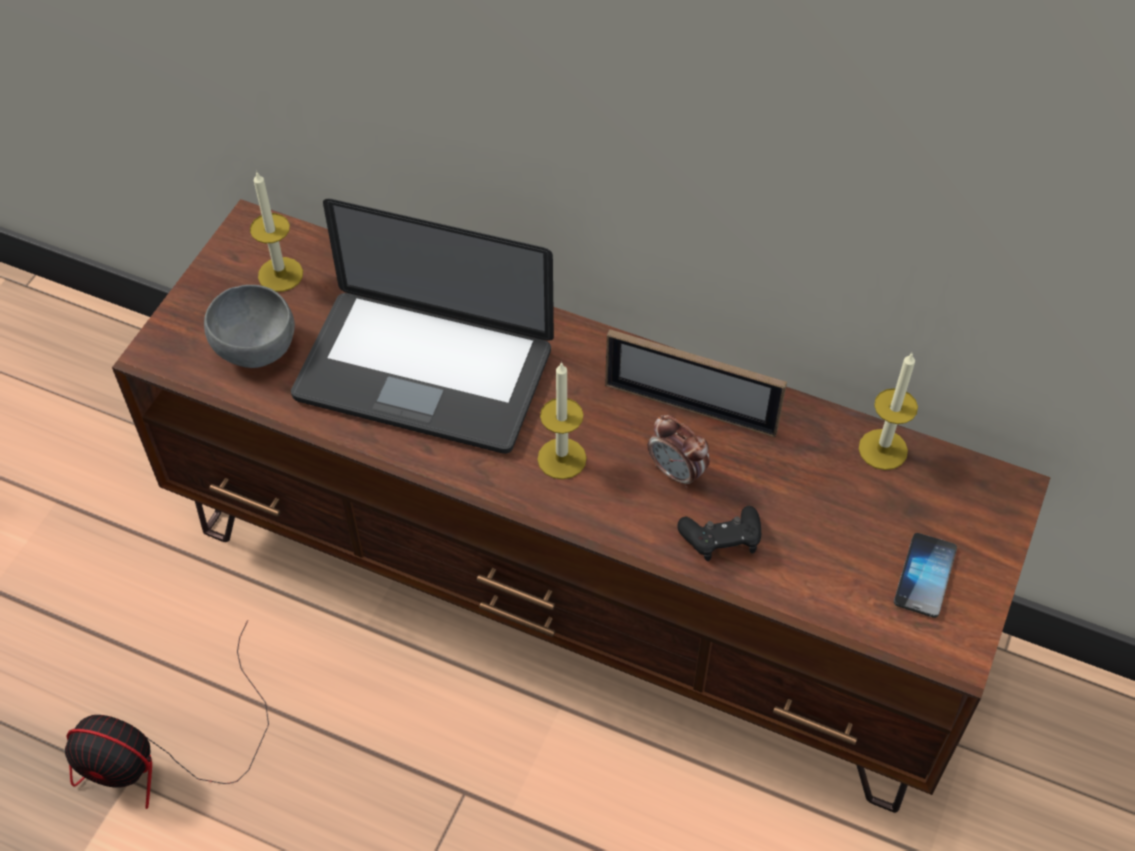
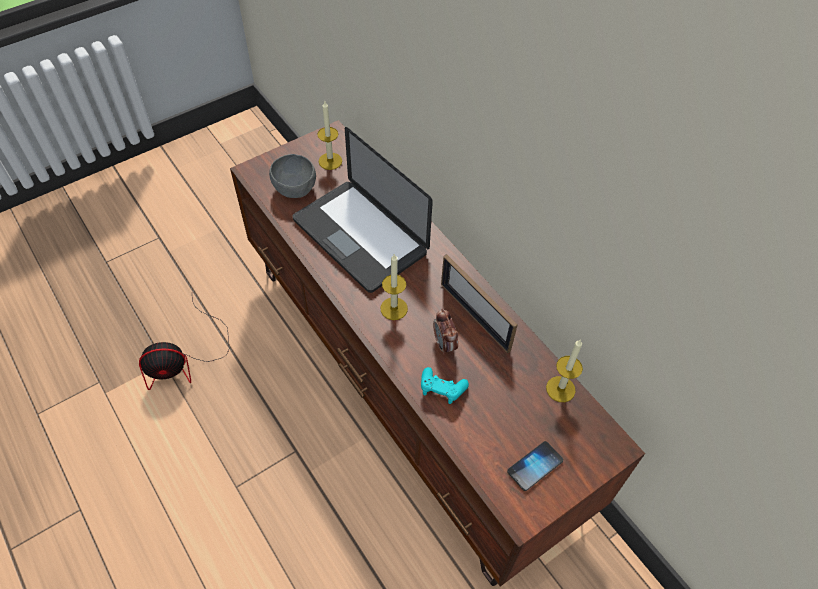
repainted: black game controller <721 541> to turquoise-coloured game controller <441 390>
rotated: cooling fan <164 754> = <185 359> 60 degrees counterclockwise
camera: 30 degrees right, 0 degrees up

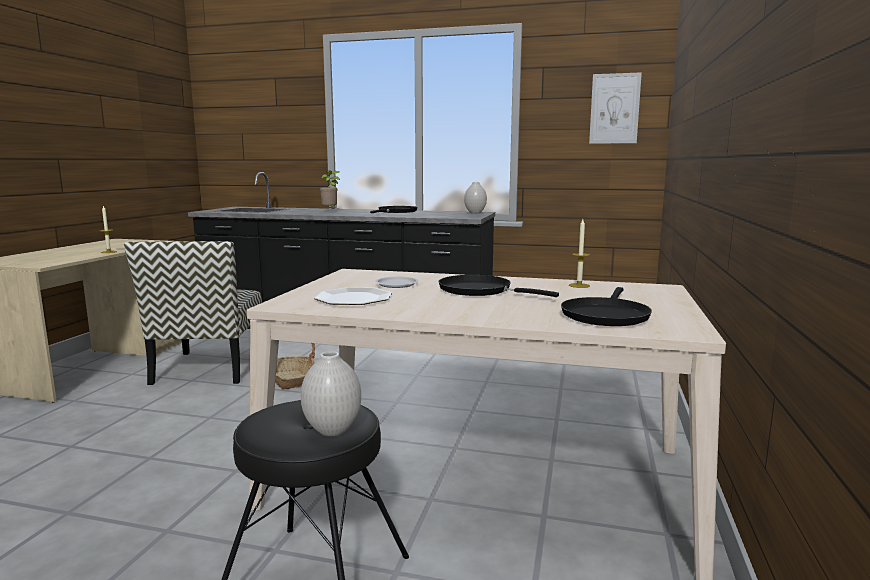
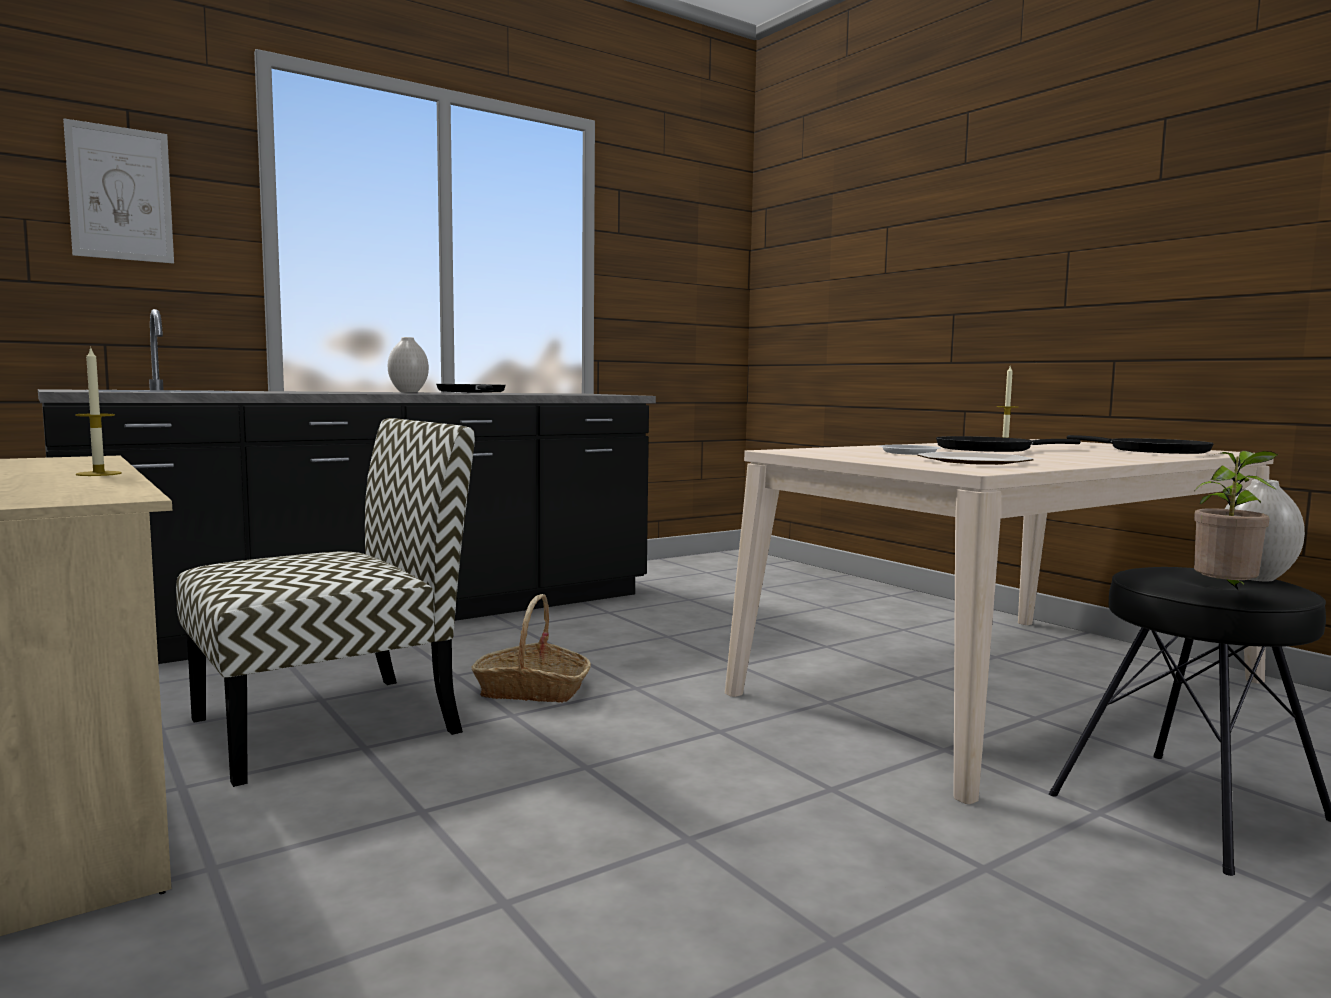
shifted: picture <614 108> to <120 193>; white decorative vase <475 213> to <408 392>; potted plant <330 211> to <1225 596>
rotated: chair <209 368> = <331 724> 75 degrees counterclockwise
camera: 50 degrees left, 5 degrees down

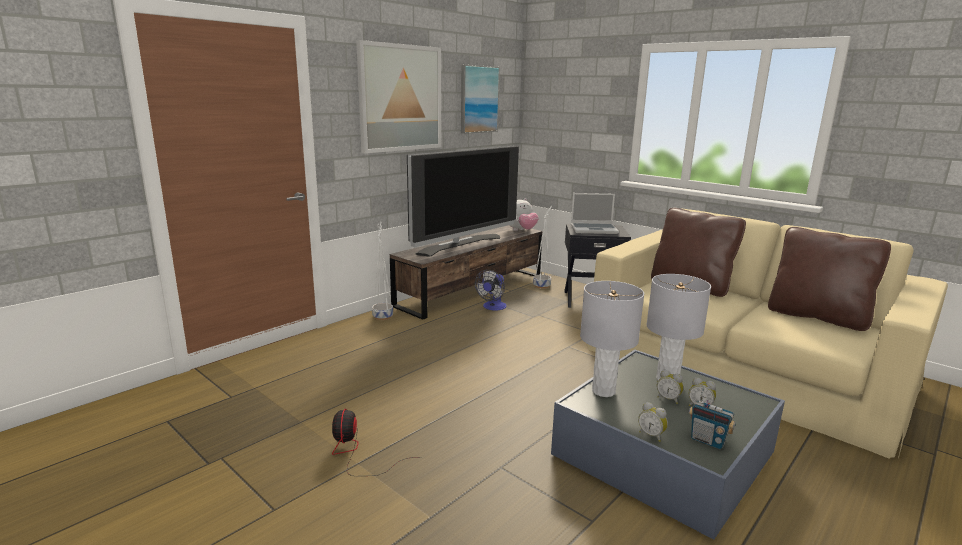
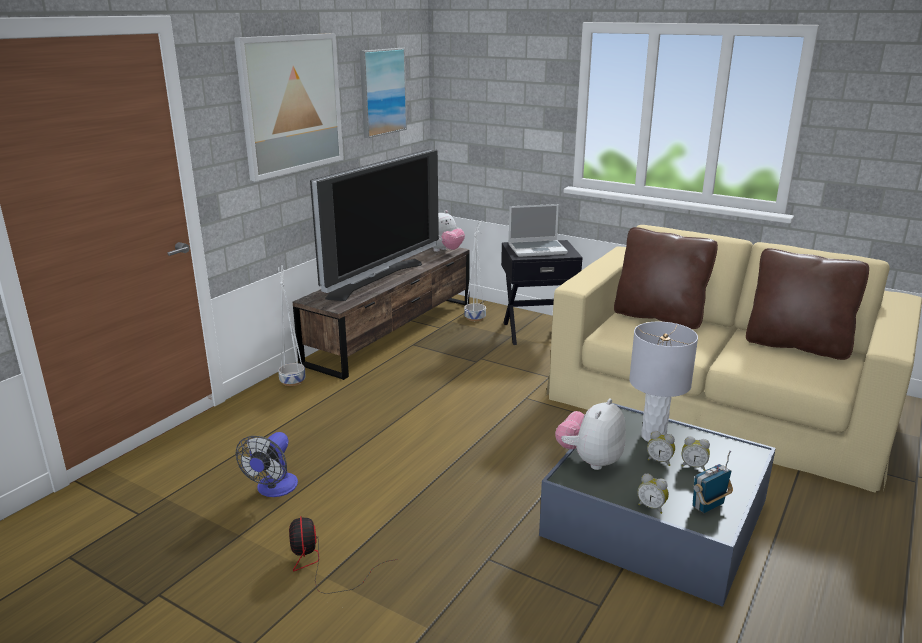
shifted: cooling fan <492 307> to <274 489>
swapped: grey table lamp <603 391> to plush toy <590 460>
rotated: radio <707 441> = <708 506> 120 degrees clockwise
camera: 10 degrees left, 5 degrees up

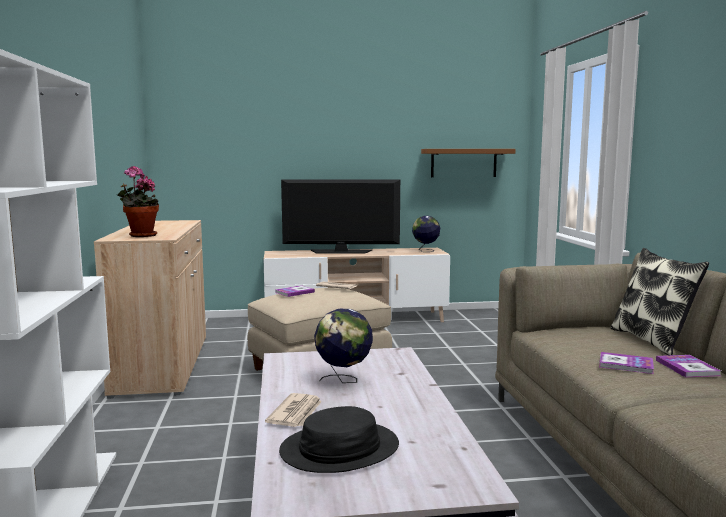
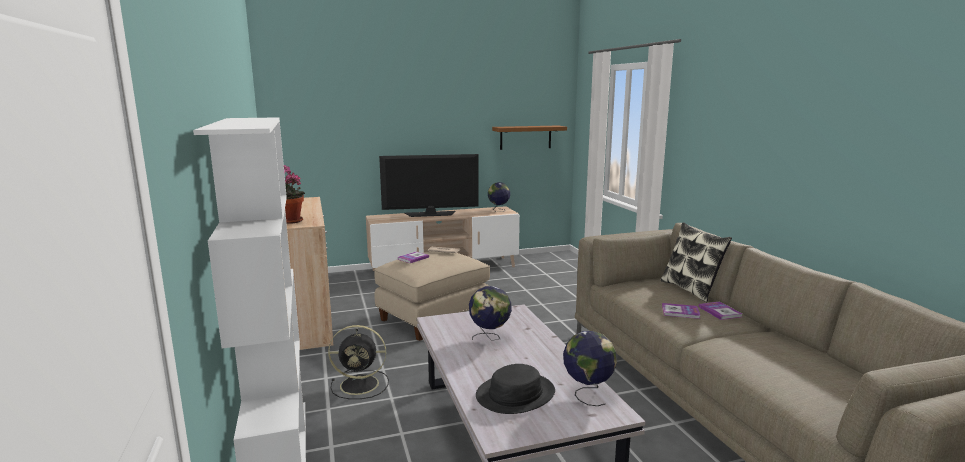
gone: printed paper <296 413>
new: black cooling fan <361 385>; world globe <587 394>
camera: 10 degrees left, 5 degrees up

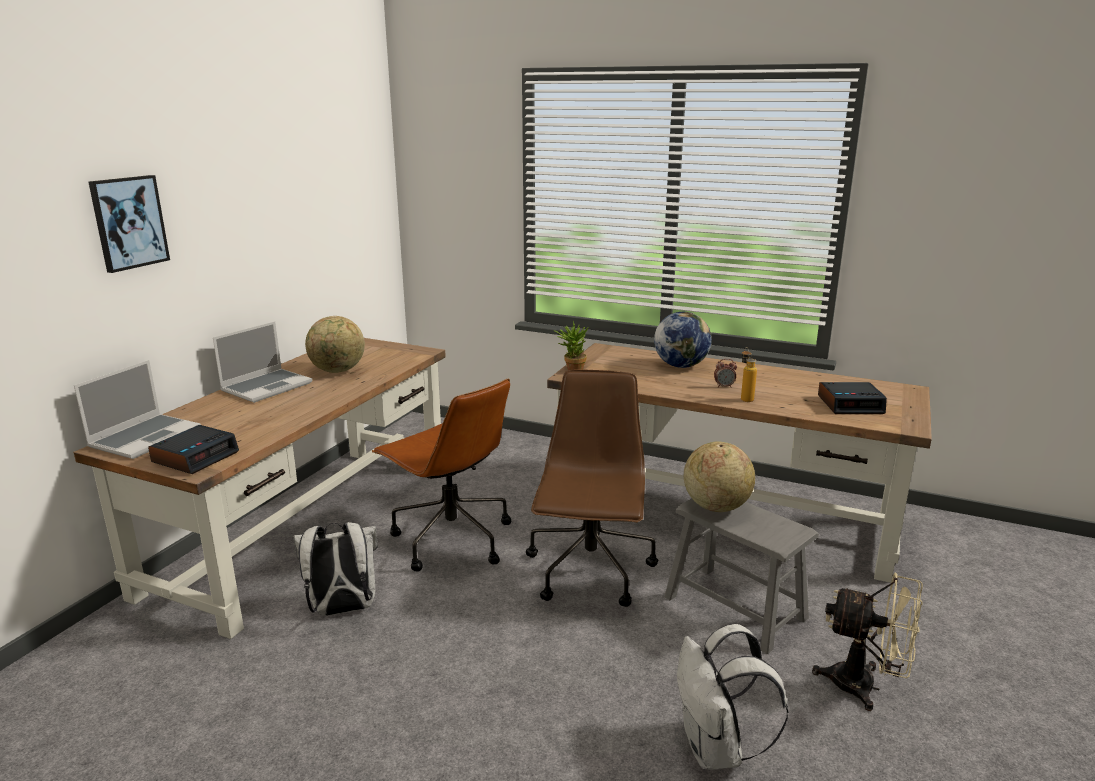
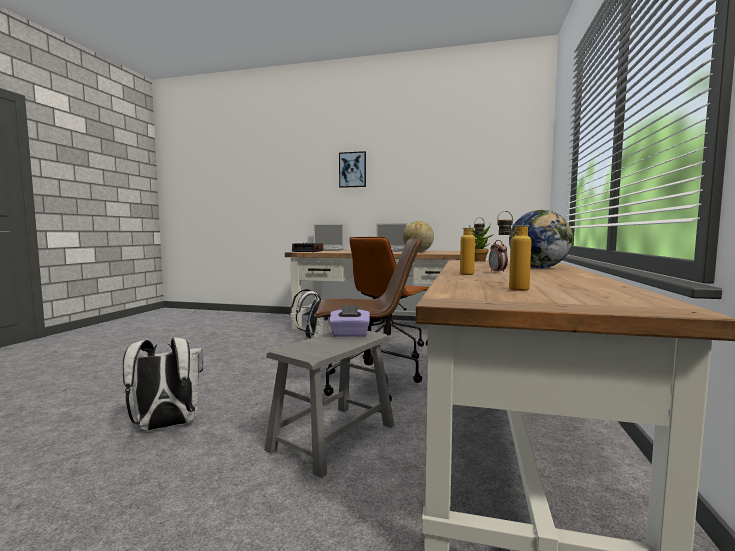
gone: beige cooling fan <865 686>
swapped: world globe <716 507> to purplish box of tissues <349 334>; bedside clock <850 405> to beverage bottle <511 289>
camera: 80 degrees right, 15 degrees down

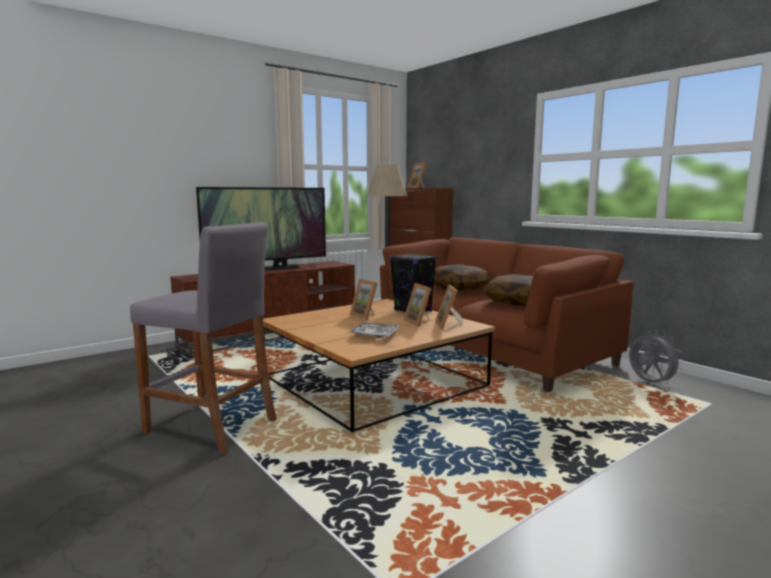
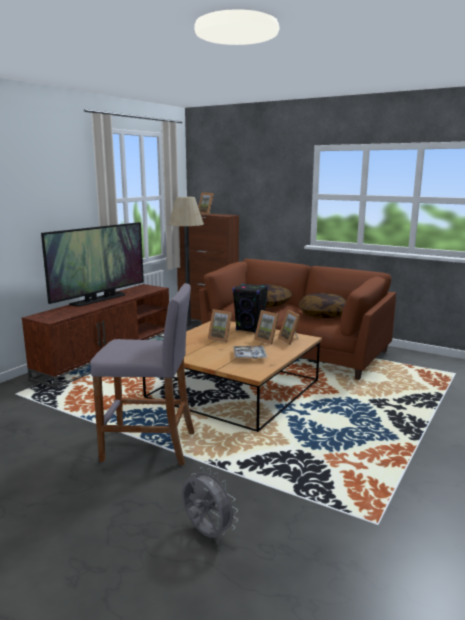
shifted: grey cooling fan <649 383> to <206 533>
camera: 20 degrees left, 5 degrees up

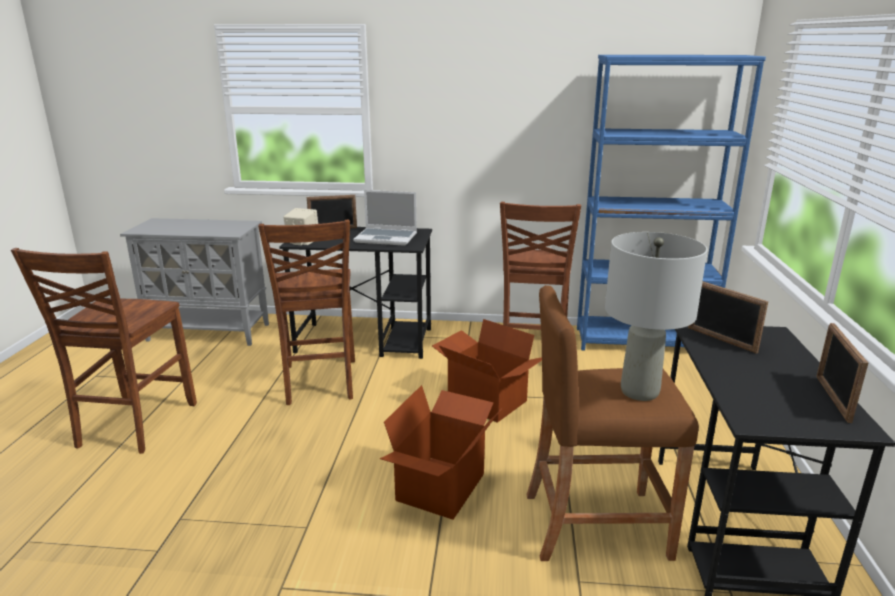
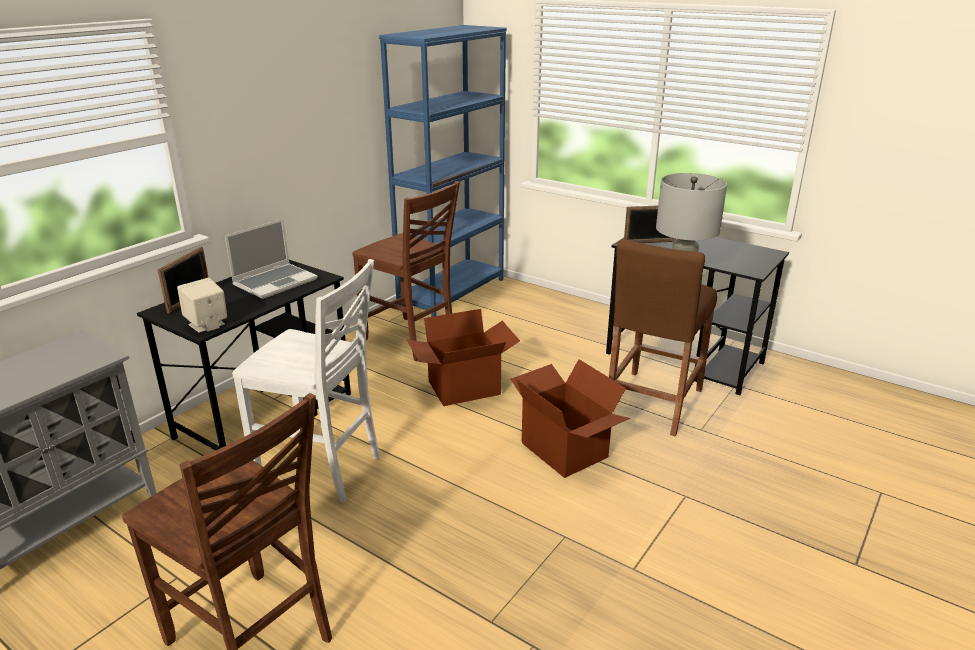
gone: standing frame <832 398>
repainted: brown chair <319 383> to white chair <321 469>
camera: 60 degrees left, 5 degrees up

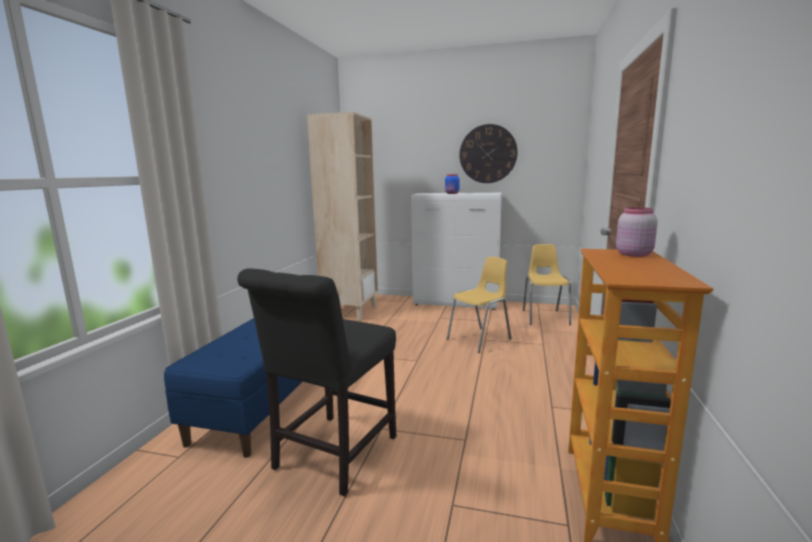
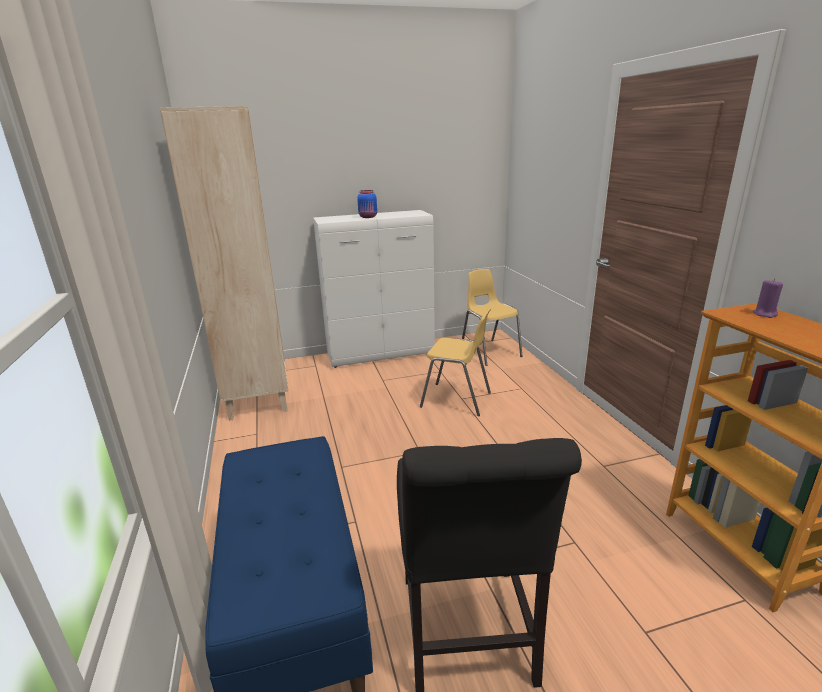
gone: clock on the wall <488 154>
swapped: pink-coloured jar <633 254> to purplish wax candle <765 314>
rotated: yellow-coloured chair <480 339> = <457 400> 90 degrees clockwise
camera: 30 degrees left, 10 degrees up

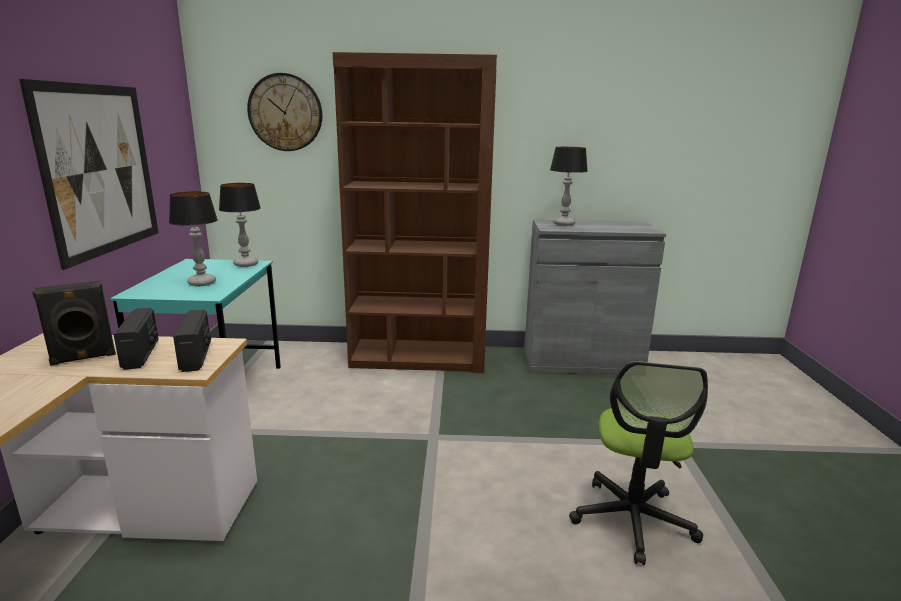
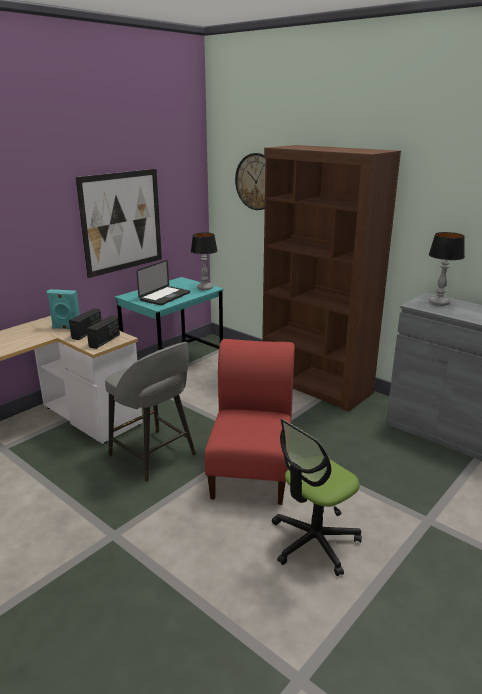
new: grey stool <154 456>; red-coloured chair <252 469>
swapped: table lamp <201 283> to laptop <165 296>
repainted: black speaker <83 358> to turquoise-coloured speaker <66 328>
camera: 40 degrees right, 5 degrees up

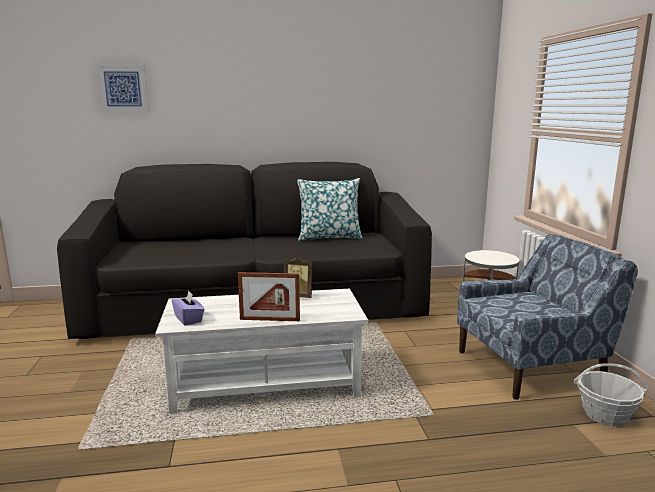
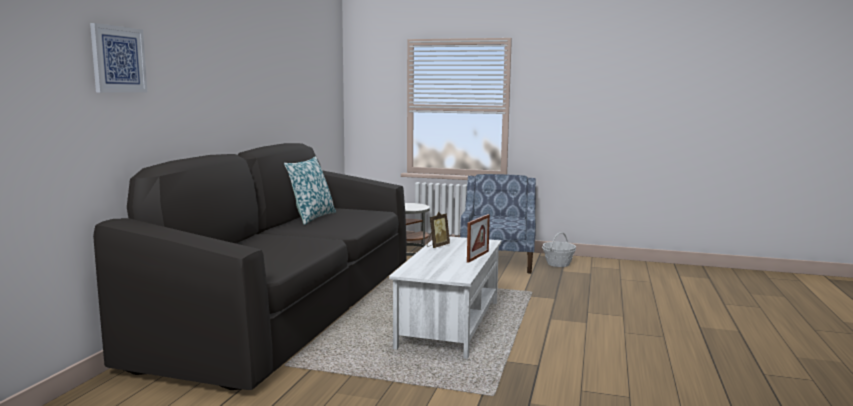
gone: purplish box of tissues <189 319>
camera: 65 degrees left, 5 degrees down

